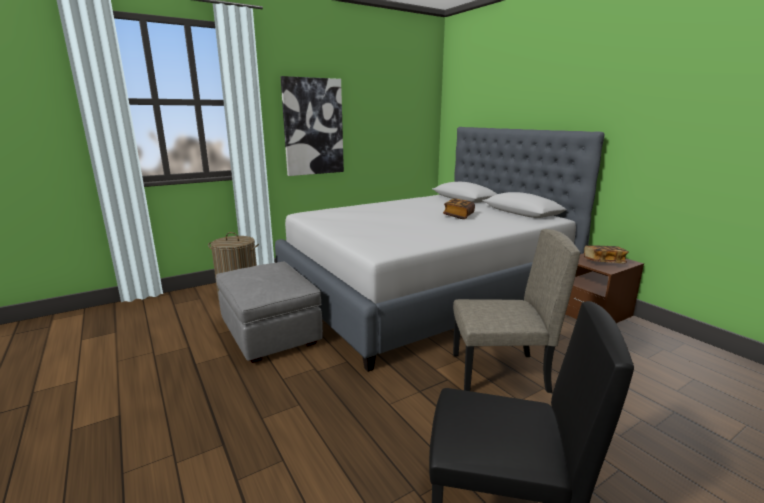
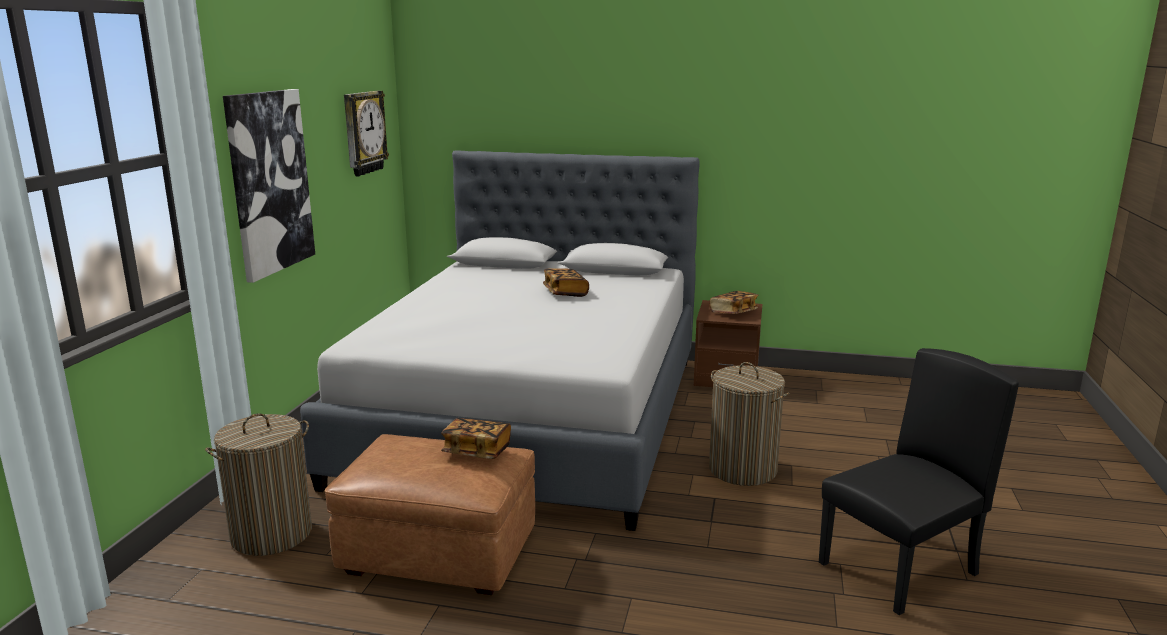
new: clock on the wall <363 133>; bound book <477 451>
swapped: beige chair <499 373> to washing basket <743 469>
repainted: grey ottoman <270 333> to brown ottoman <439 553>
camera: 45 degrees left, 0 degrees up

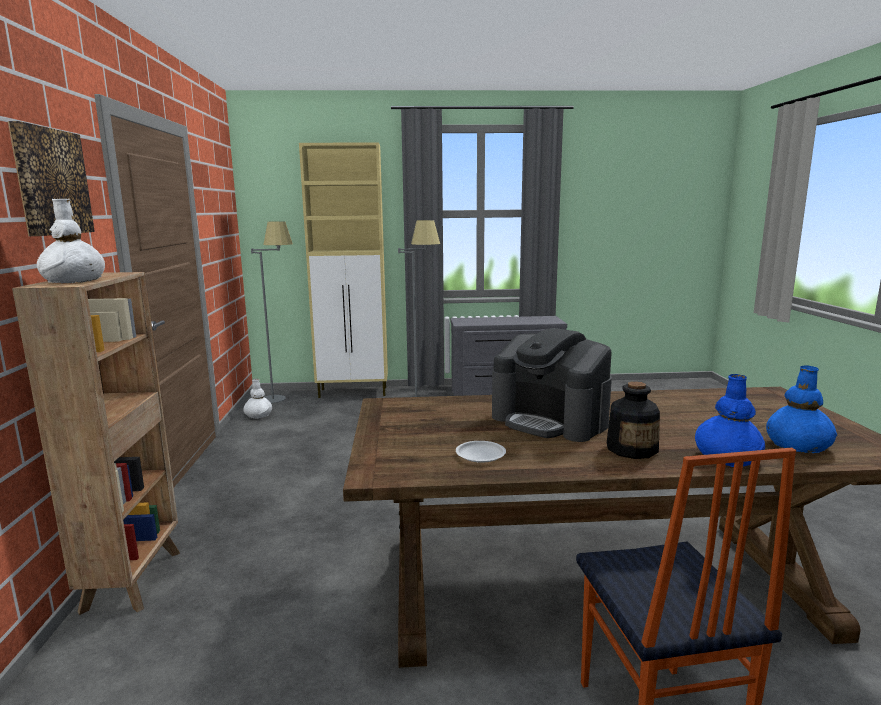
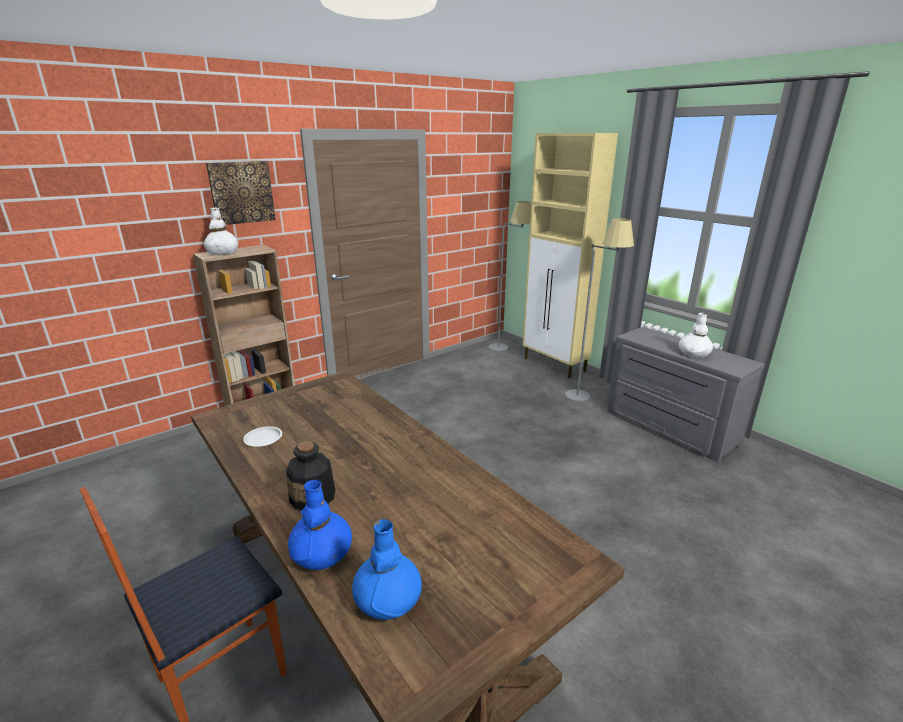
gone: coffee maker <550 420>
shifted: white decorative vase <258 415> to <694 353>
camera: 55 degrees right, 10 degrees up

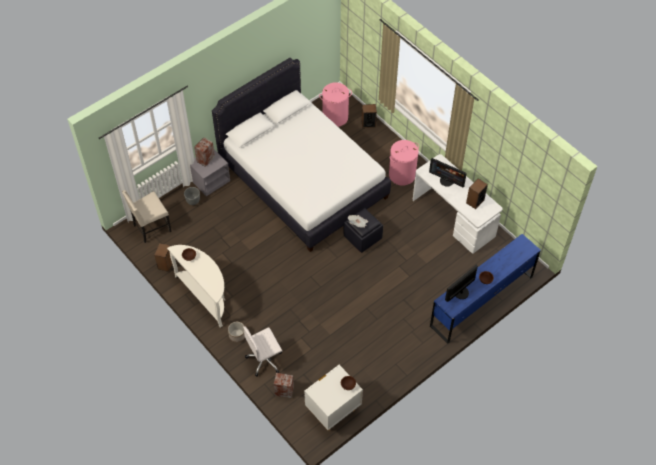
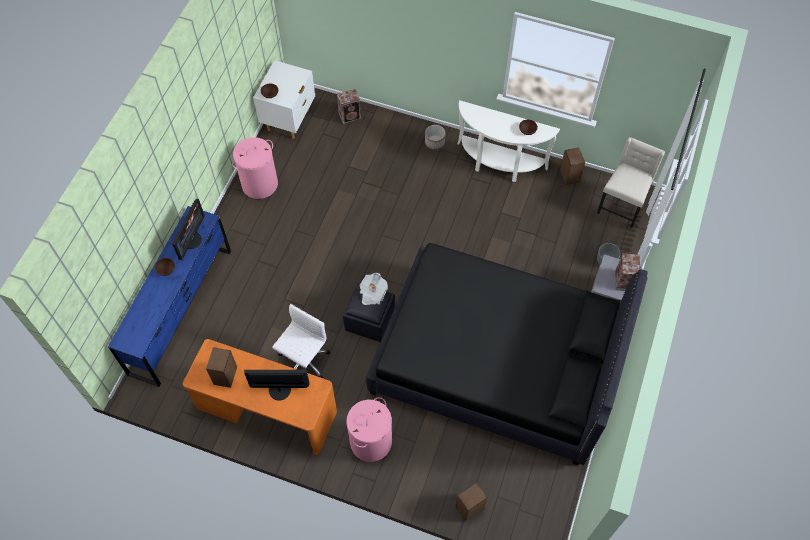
shifted: pink-coloured washing basket <335 117> to <259 184>; white desk chair <265 360> to <303 361>
repainted: white desk <453 217> to orange desk <267 411>; white bed <303 180> to black bed <496 361>
camera: 150 degrees right, 5 degrees up

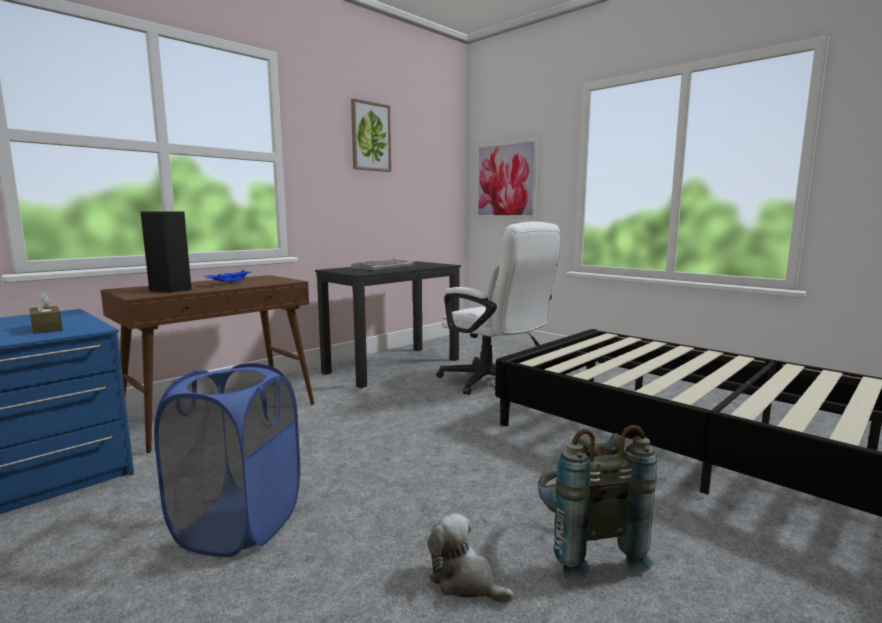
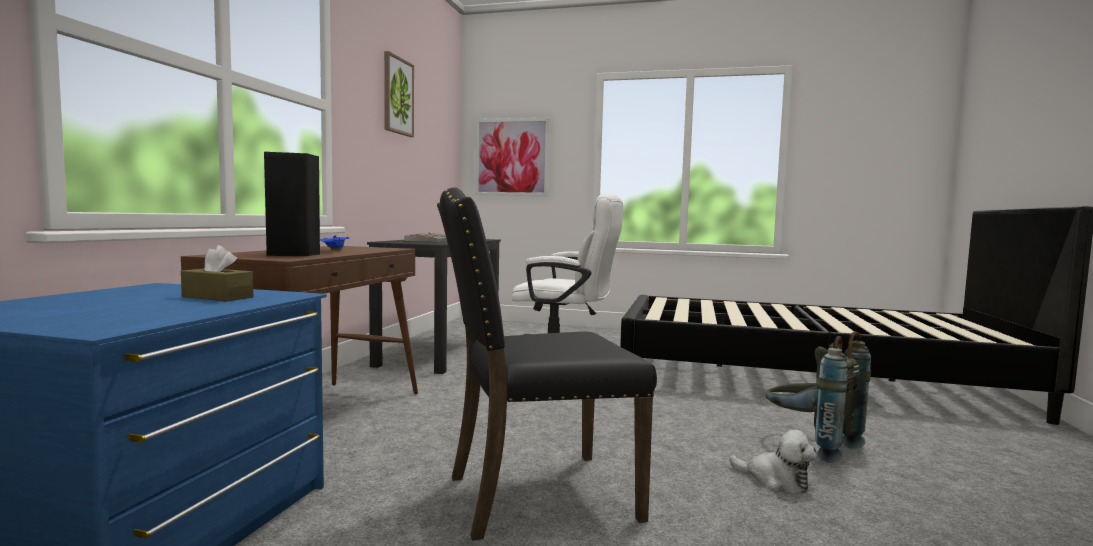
swapped: blue-coloured washing basket <239 525> to black chair <536 496>
rotated: plush toy <465 581> = <775 480> 150 degrees counterclockwise
camera: 30 degrees left, 5 degrees down

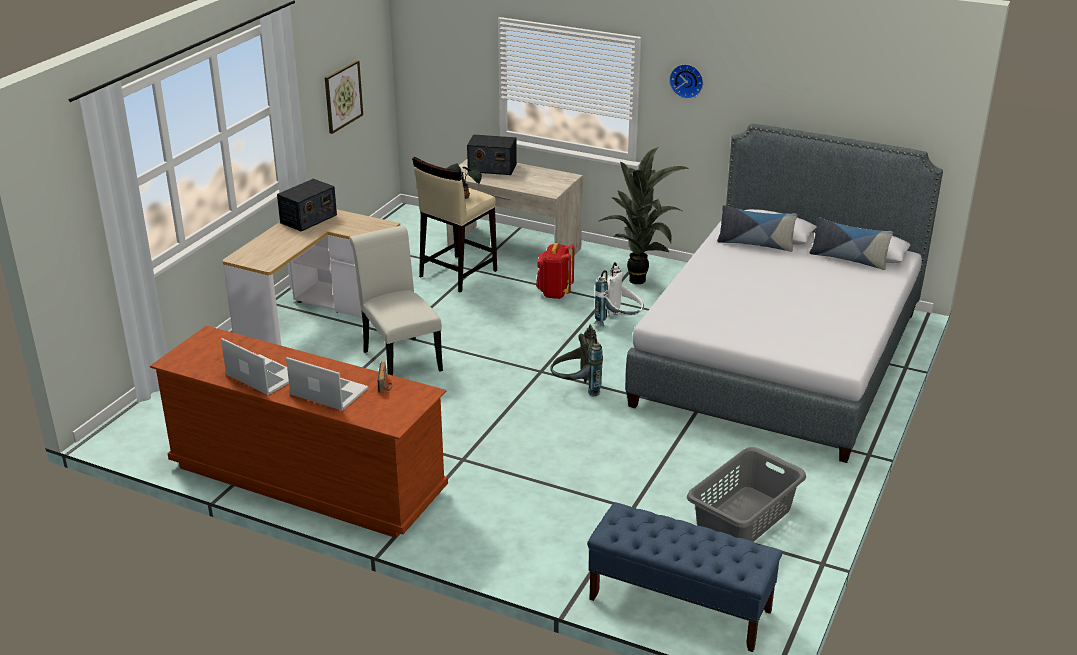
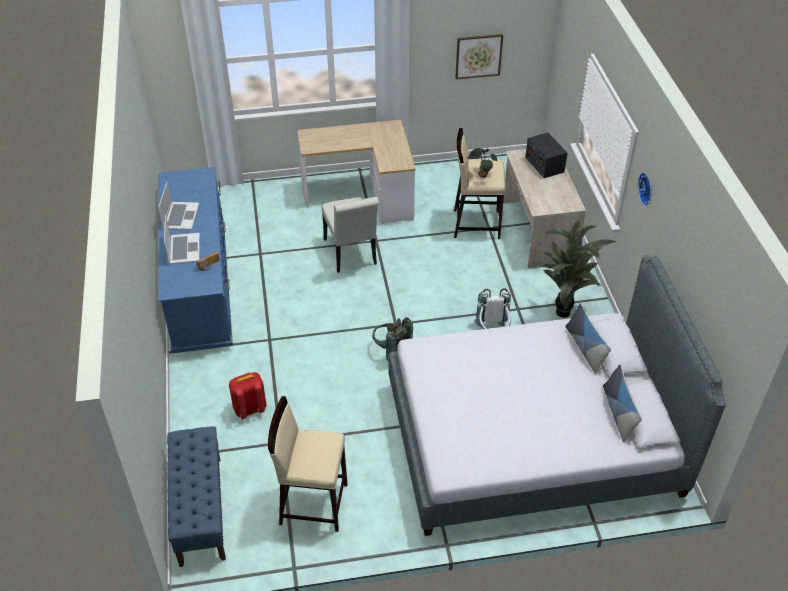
gone: radio <308 219>
shifted: red-coloured rucksack <554 293> to <249 408>
swapped: grey washing basket <742 518> to beige stool <313 503>
repainted: brown drawer chest <307 478> to blue-coloured drawer chest <201 287>
rotated: white chair <400 358> = <351 255> 135 degrees clockwise
camera: 55 degrees right, 15 degrees up

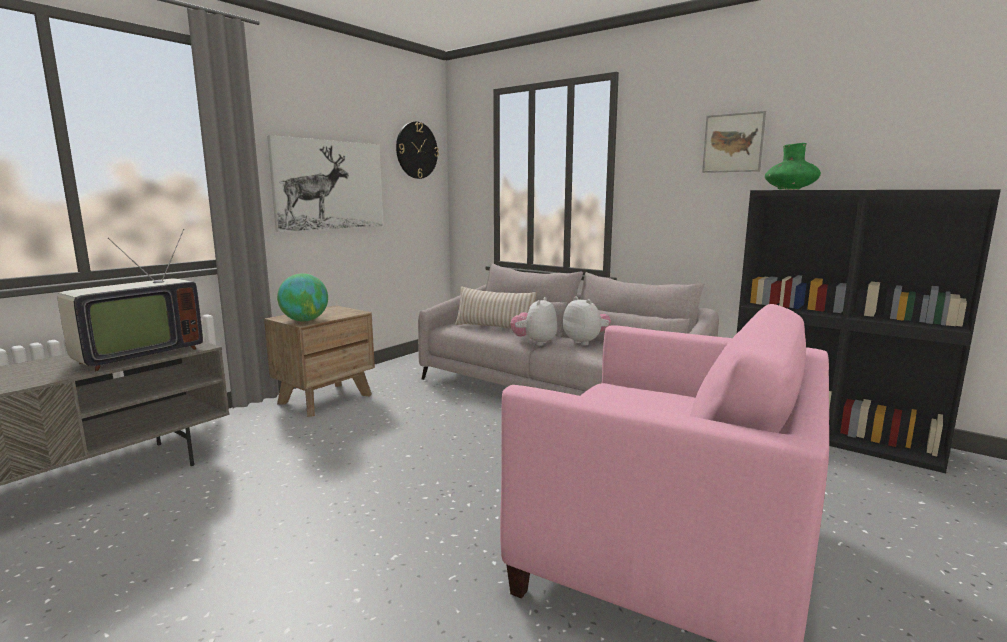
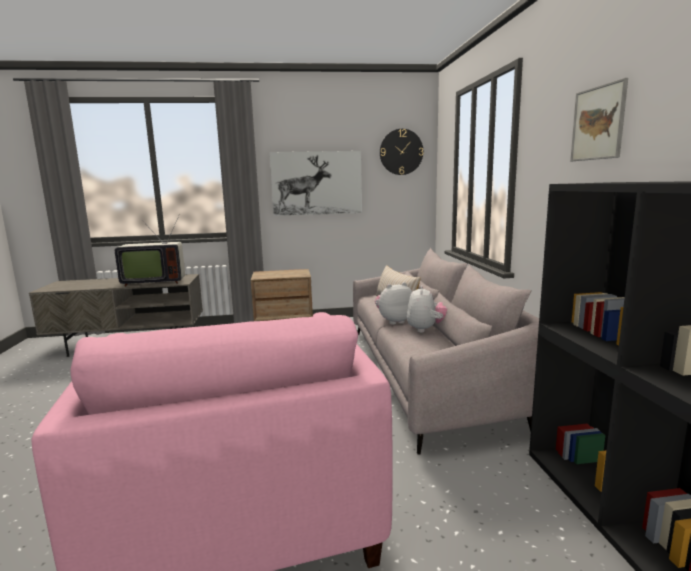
gone: world globe <304 320>; green-coloured decorative vase <790 189>
camera: 45 degrees right, 0 degrees up

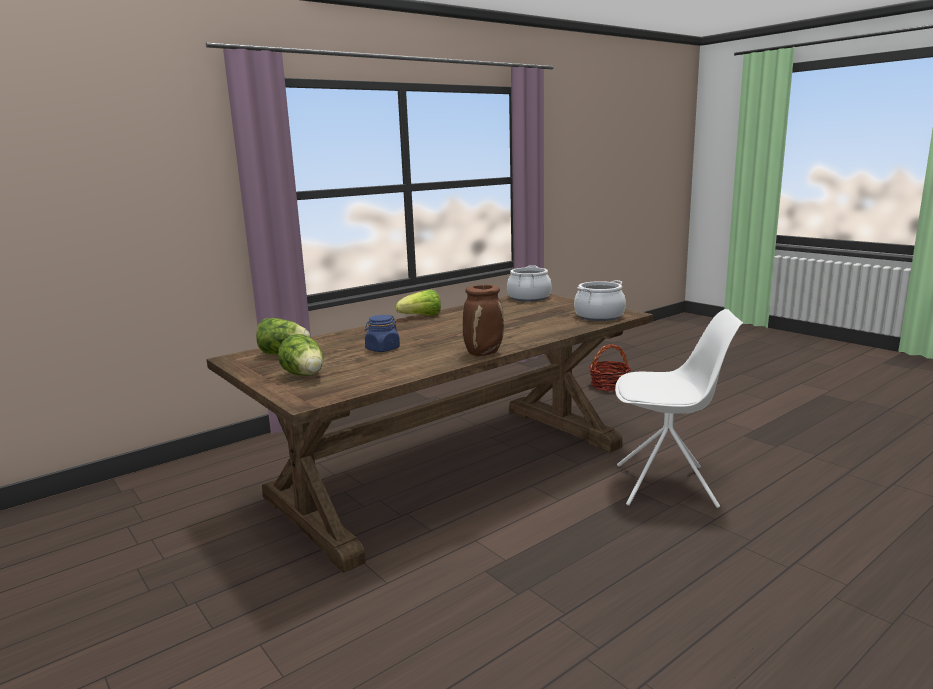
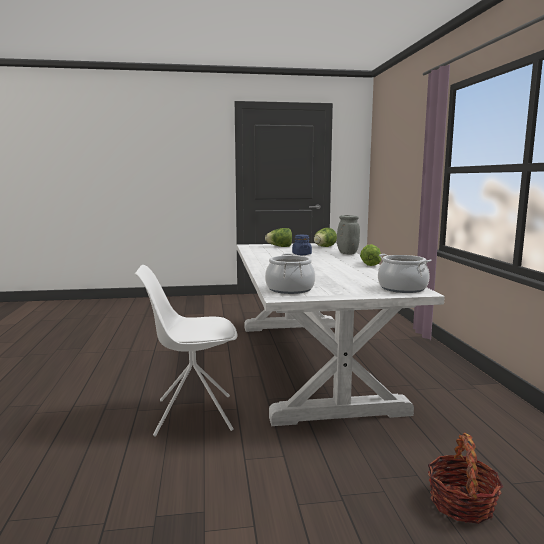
gone: brown decorative vase <484 353>
new: grey decorative vase <347 253>
repainted: brown dining table <453 470> to white dining table <310 362>
rotated: white chair <667 486> = <192 415> 45 degrees clockwise
camera: 120 degrees right, 5 degrees down

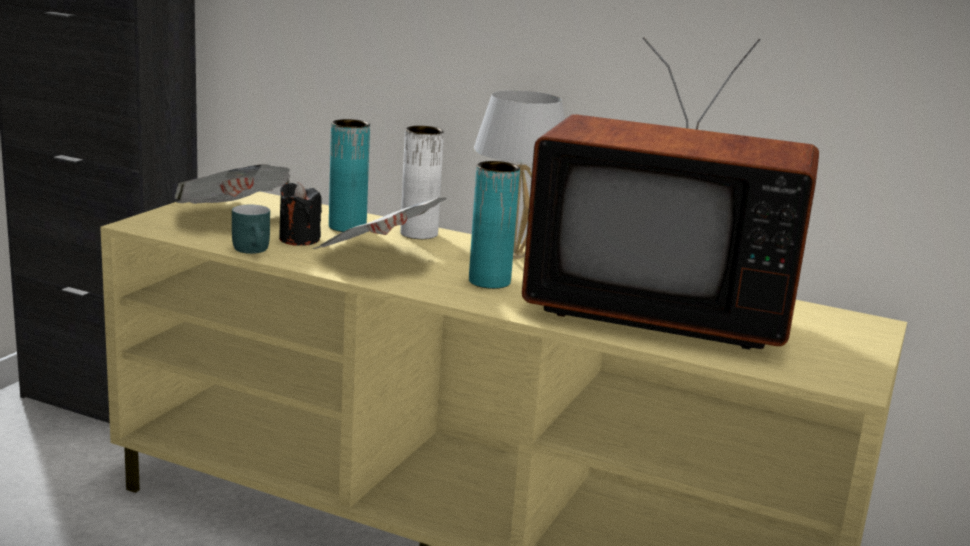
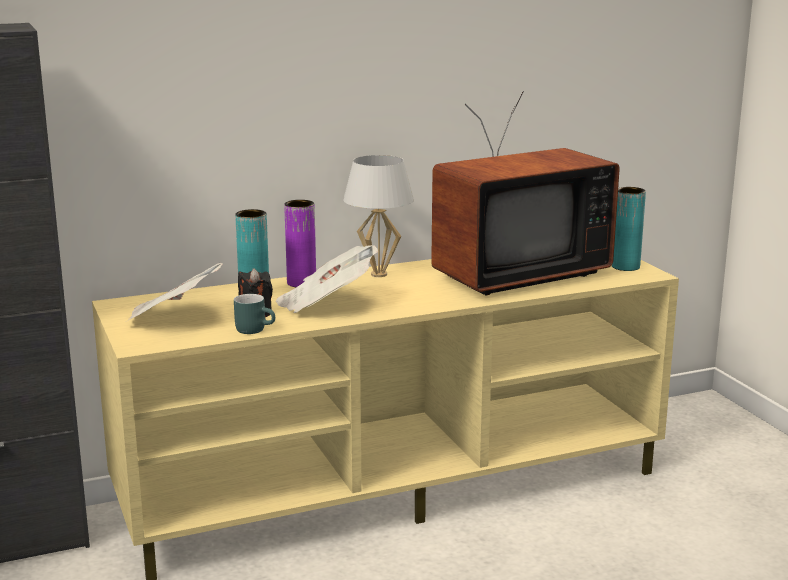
shifted: turquoise-coloured decorative vase <489 281> to <625 267>
repainted: white decorative vase <419 234> to purplish decorative vase <301 283>
camera: 45 degrees left, 0 degrees up

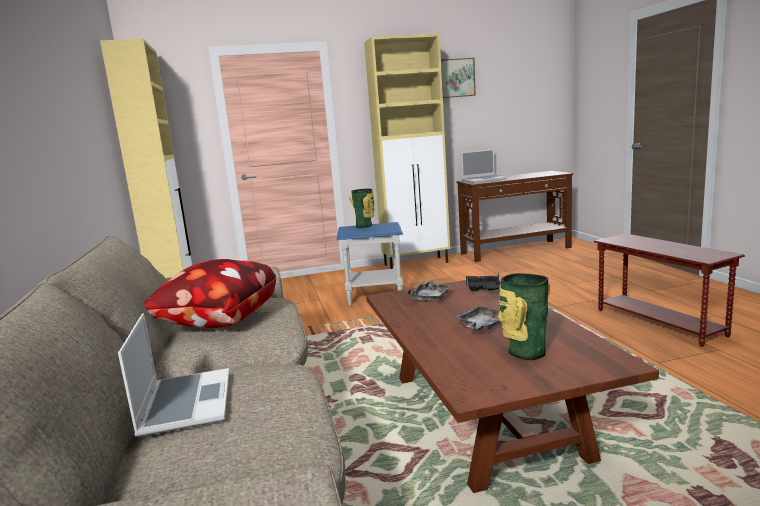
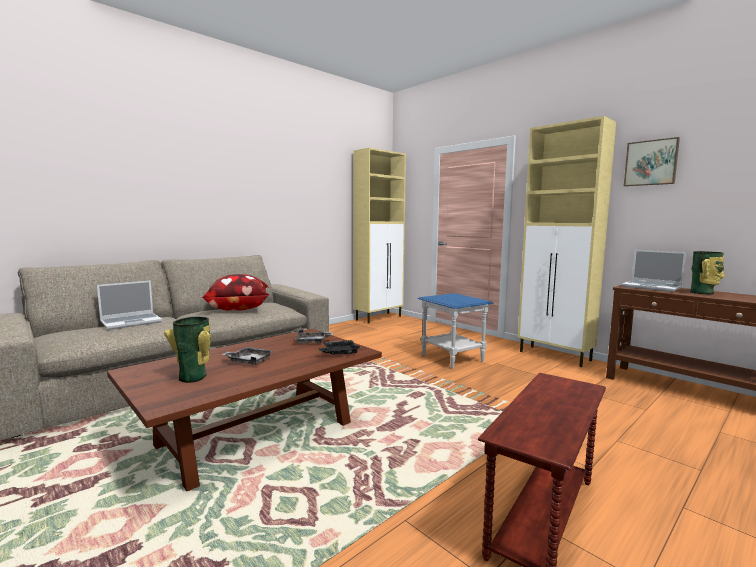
shifted: decorative vase <365 226> to <703 293>
camera: 60 degrees right, 5 degrees down

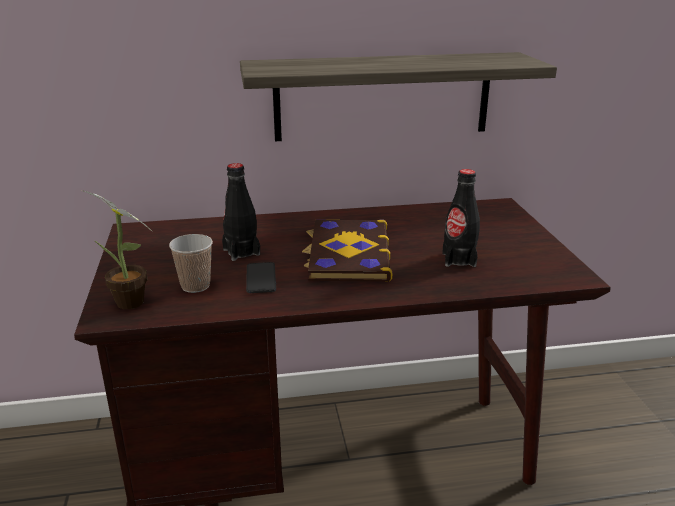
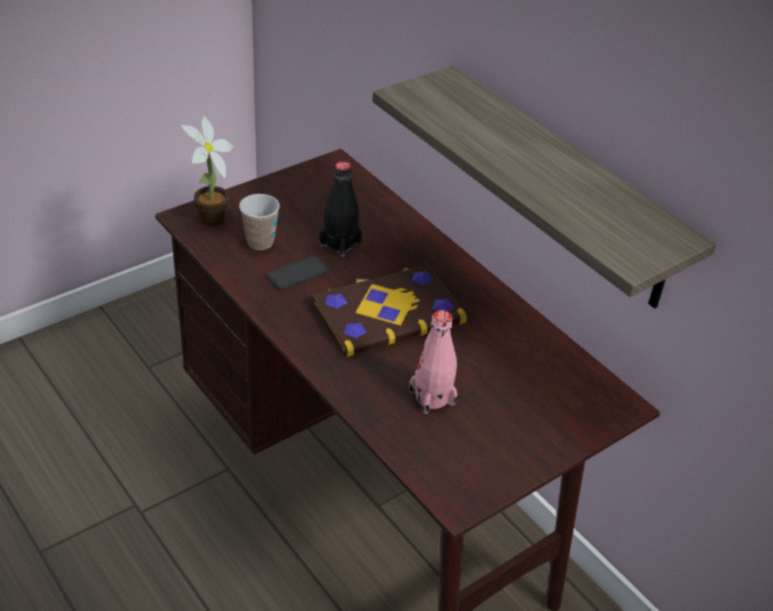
repainted: black beverage bottle <459 259> to pink-coloured beverage bottle <432 397>
camera: 60 degrees right, 15 degrees up

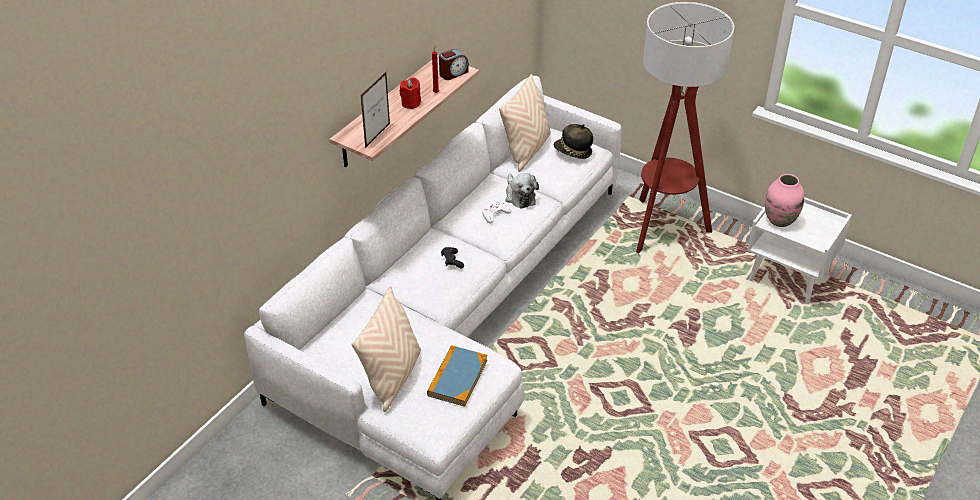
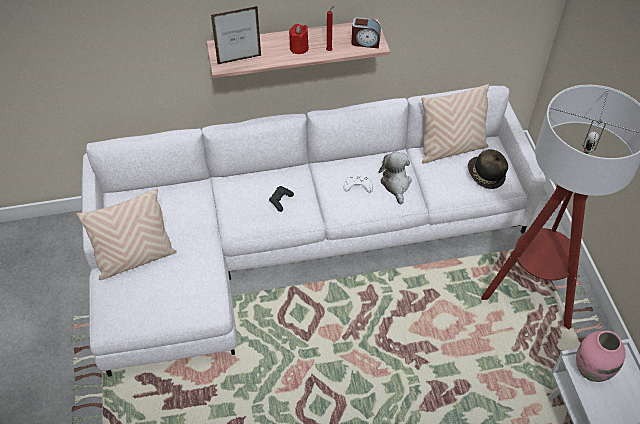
gone: bound book <457 378>
rotated: plush toy <519 196> = <396 184> 150 degrees clockwise
camera: 45 degrees right, 10 degrees up

